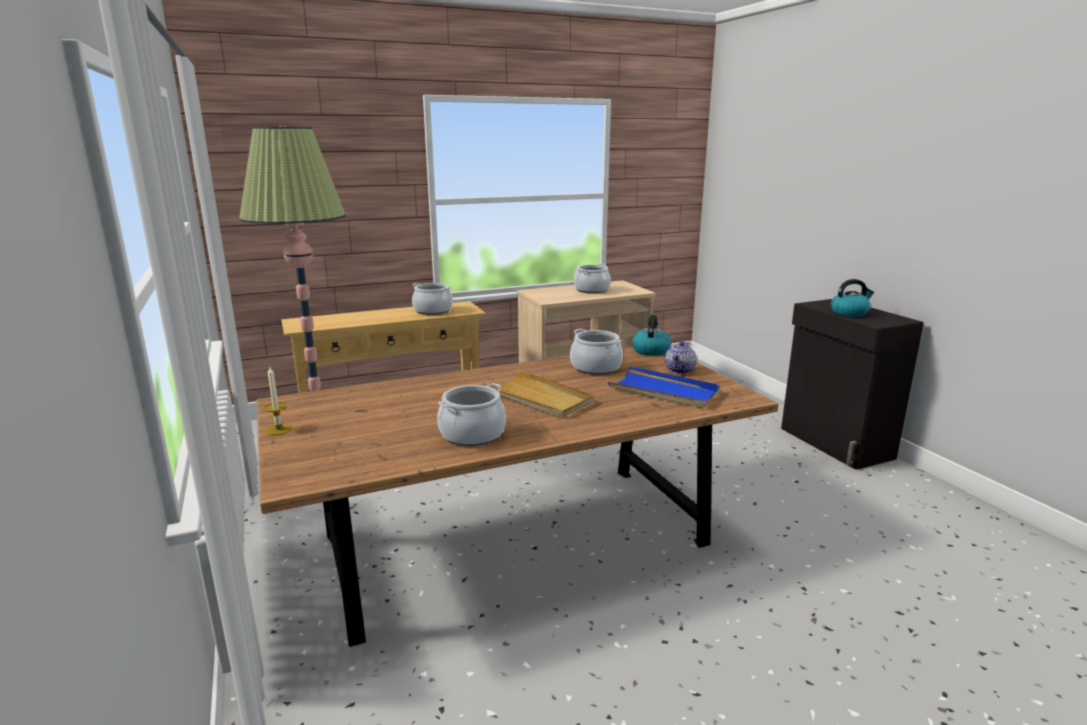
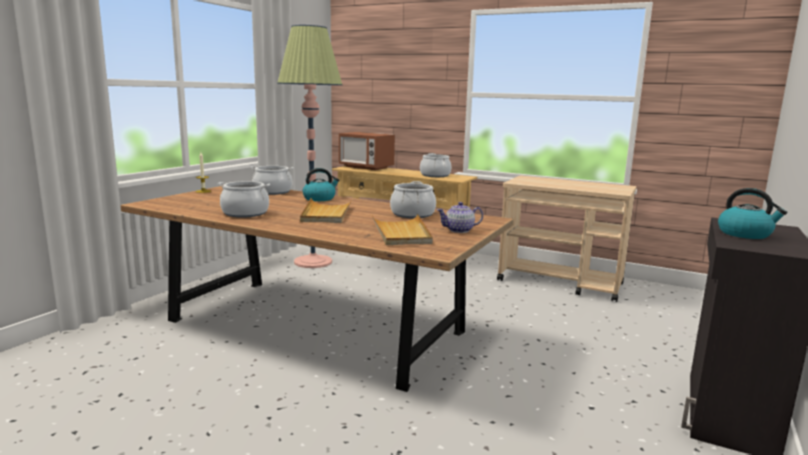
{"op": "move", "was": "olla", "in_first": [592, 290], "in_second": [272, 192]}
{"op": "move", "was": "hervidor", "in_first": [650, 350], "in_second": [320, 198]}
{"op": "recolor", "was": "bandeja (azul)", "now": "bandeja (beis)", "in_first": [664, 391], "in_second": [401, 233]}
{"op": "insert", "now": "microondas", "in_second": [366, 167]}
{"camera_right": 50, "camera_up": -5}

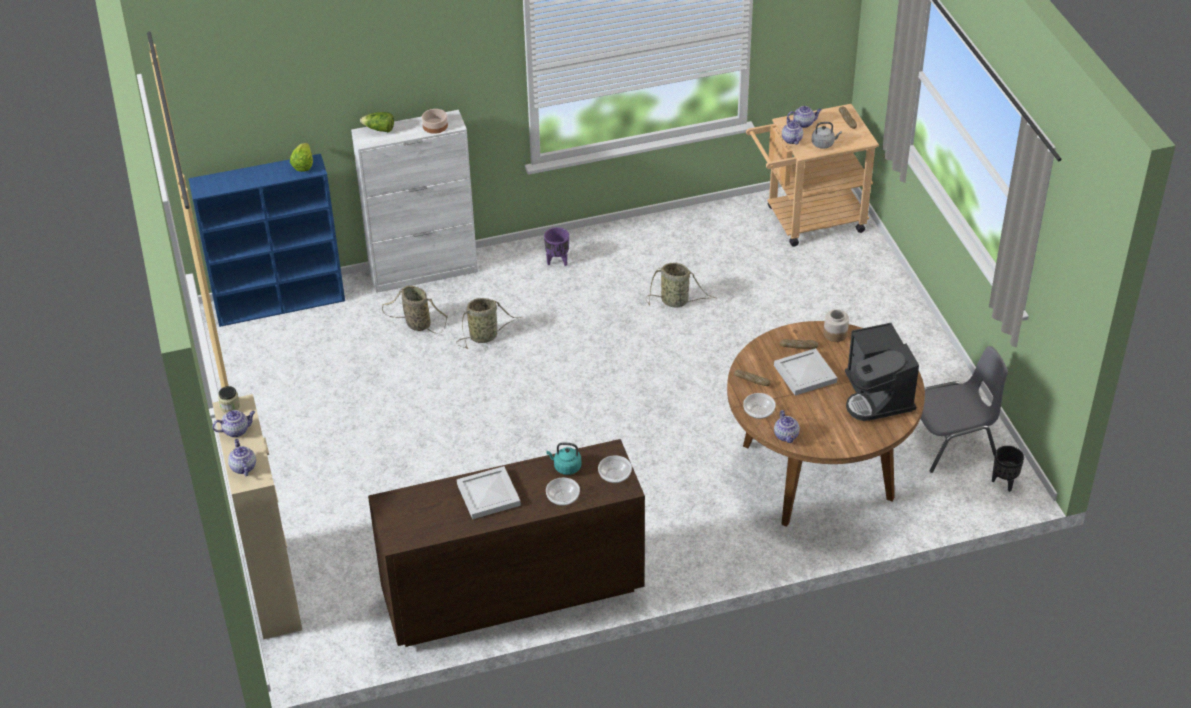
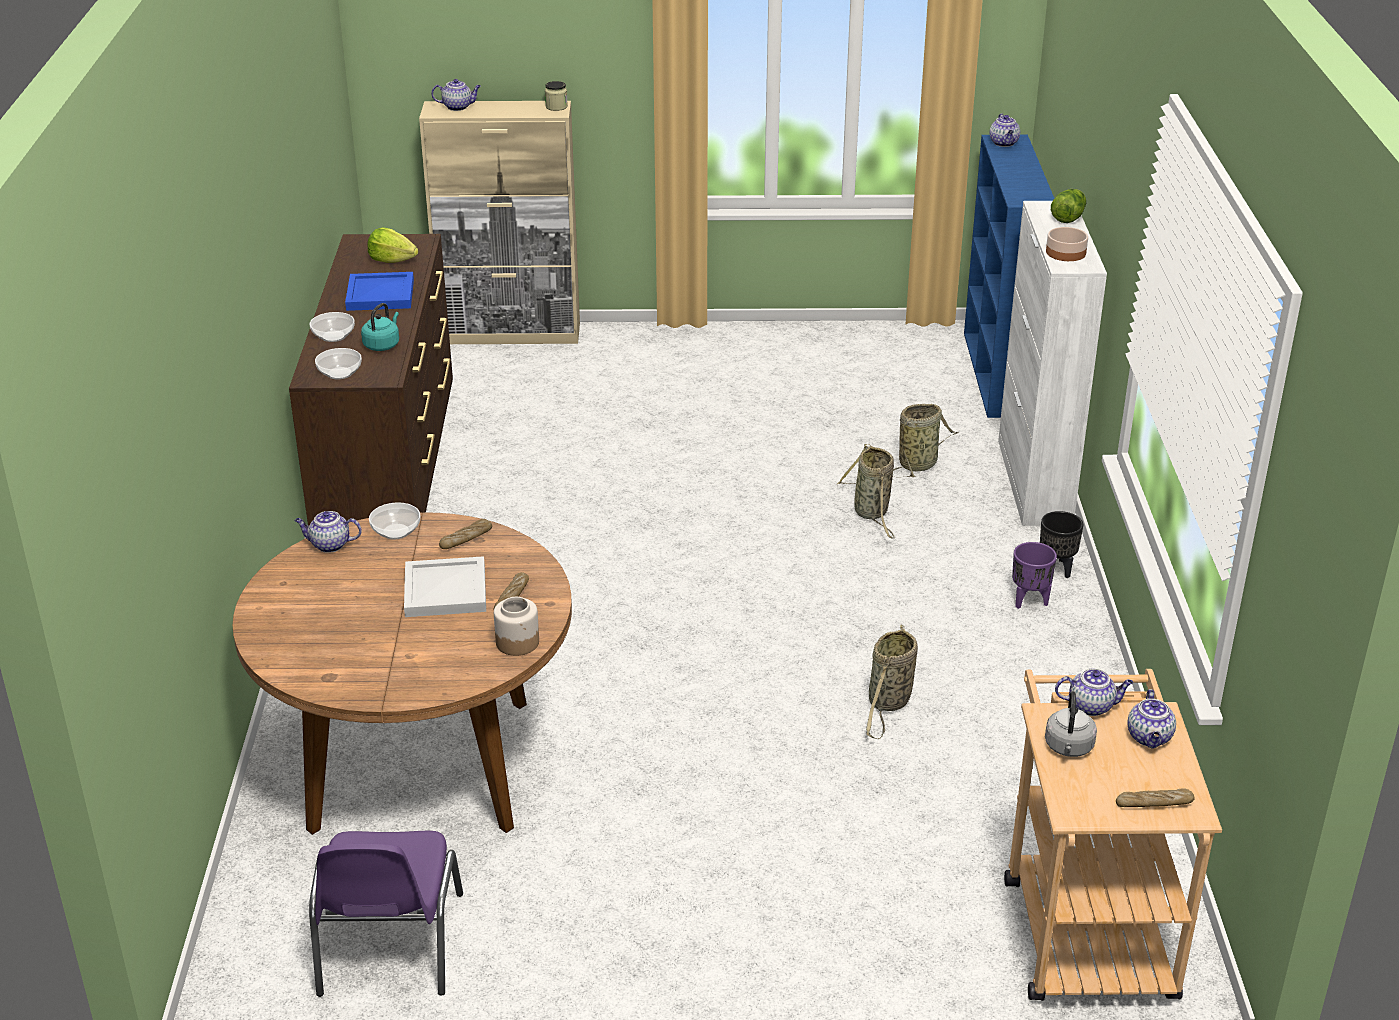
{"op": "move", "was": "lechuga", "in_first": [303, 165], "in_second": [392, 260]}
{"op": "delete", "was": "cafetera", "in_first": [877, 396]}
{"op": "recolor", "was": "silla (gris)", "now": "silla (morado)", "in_first": [951, 441], "in_second": [388, 946]}
{"op": "move", "was": "tetera", "in_first": [236, 430], "in_second": [1004, 143]}
{"op": "move", "was": "maceta (negro)", "in_first": [1004, 482], "in_second": [1056, 569]}
{"op": "recolor", "was": "bandeja (blanco)", "now": "bandeja (azul)", "in_first": [489, 495], "in_second": [379, 295]}
{"camera_right": 105, "camera_up": -10}

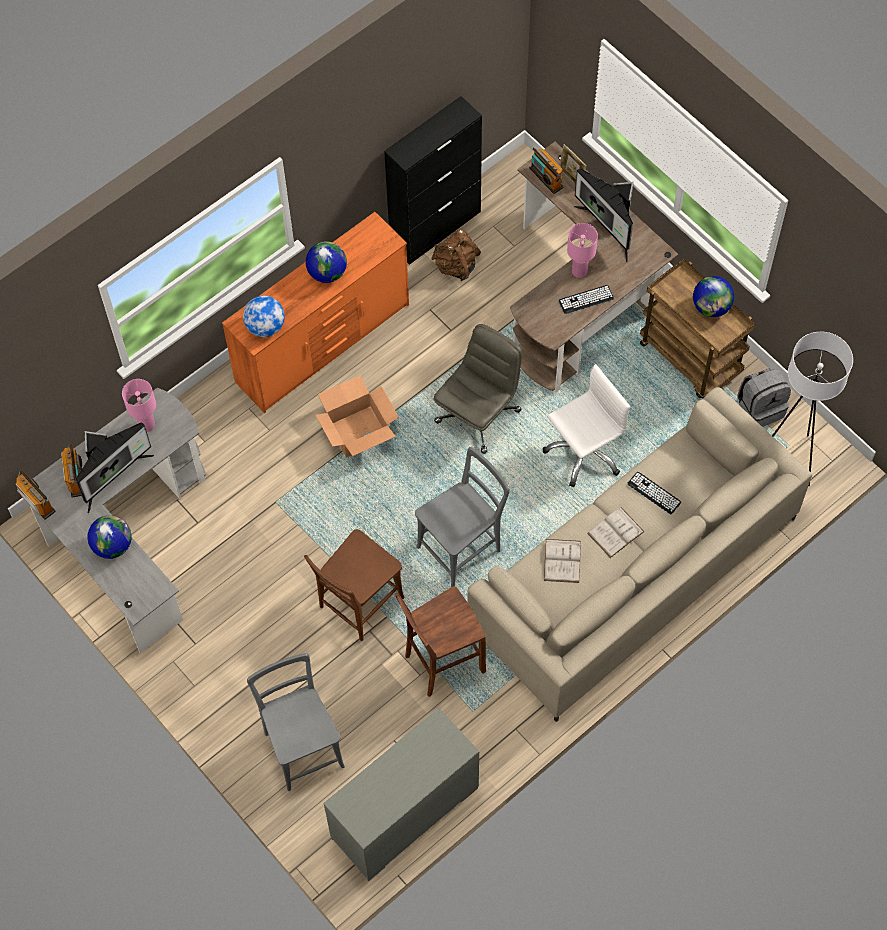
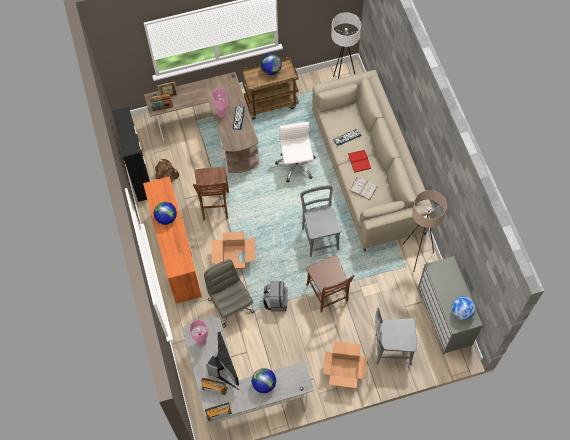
{"op": "delete", "was": "monitor", "in_first": [609, 228]}
{"op": "move", "was": "globo terráqueo", "in_first": [265, 327], "in_second": [461, 312]}
{"op": "move", "was": "silla de oficina (gris)", "in_first": [478, 415], "in_second": [230, 305]}
{"op": "move", "was": "mochila (gris)", "in_first": [760, 408], "in_second": [276, 301]}
{"op": "recolor", "was": "libro (blanco)", "now": "libro (rojo)", "in_first": [615, 532], "in_second": [359, 161]}
{"op": "move", "was": "taburete (marrón)", "in_first": [442, 663], "in_second": [215, 206]}
{"op": "insert", "now": "lámpara de pie (beis)", "in_second": [416, 255]}
{"op": "insert", "now": "caja de cartón", "in_second": [344, 370]}
{"camera_right": -65, "camera_up": 0}

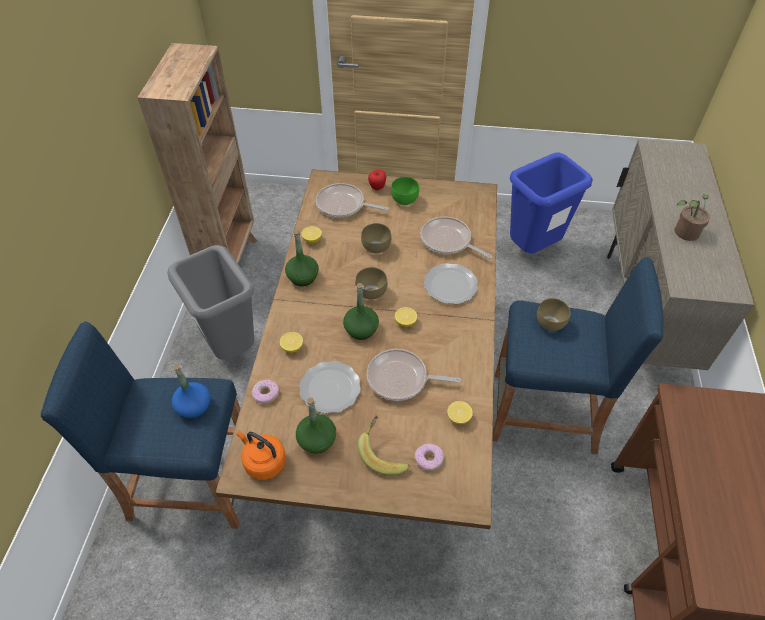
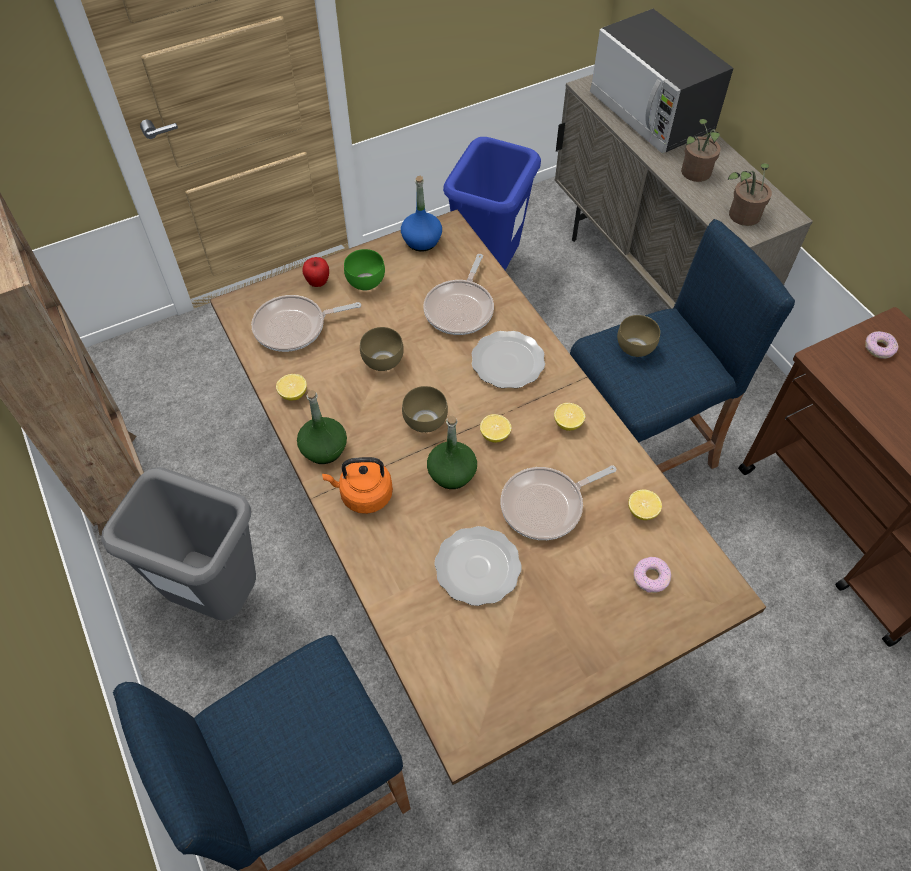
{"op": "rotate", "was": "sartén", "in_first": [448, 241], "in_second": [460, 308], "clockwise": -75}
{"op": "move", "was": "limón", "in_first": [292, 347], "in_second": [568, 423]}
{"op": "move", "was": "botella (azul)", "in_first": [194, 406], "in_second": [421, 241]}
{"op": "move", "was": "rosquilla", "in_first": [265, 394], "in_second": [879, 348]}
{"op": "delete", "was": "botella (verde)", "in_first": [317, 440]}
{"op": "delete", "was": "plátano", "in_first": [384, 452]}
{"op": "move", "was": "hervidor (naranja)", "in_first": [263, 462], "in_second": [363, 495]}
{"op": "insert", "now": "microondas", "in_second": [651, 113]}
{"op": "insert", "now": "planta en maceta", "in_second": [741, 217]}
{"camera_right": -35, "camera_up": 5}

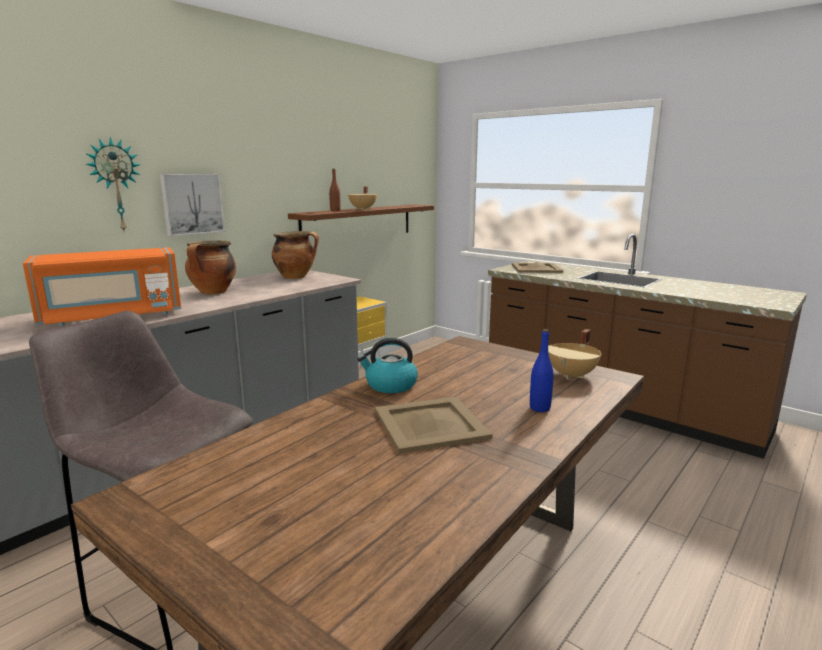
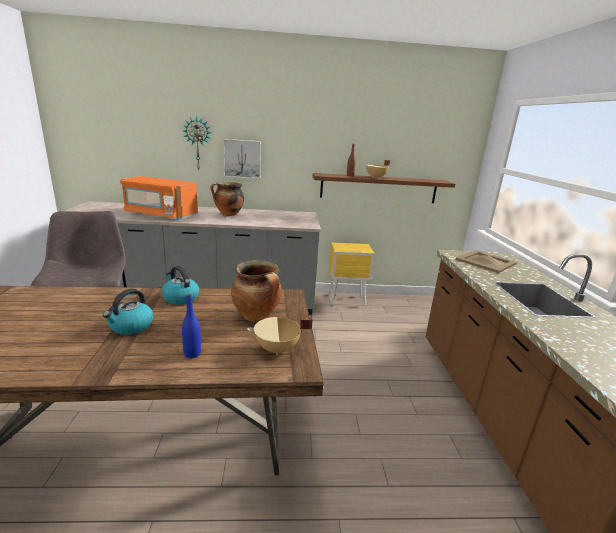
{"op": "move", "was": "olla", "in_first": [296, 277], "in_second": [257, 316]}
{"op": "replace", "was": "bandeja (beis)", "now": "hervidor", "in_first": [431, 423], "in_second": [131, 326]}
{"camera_right": 45, "camera_up": 5}

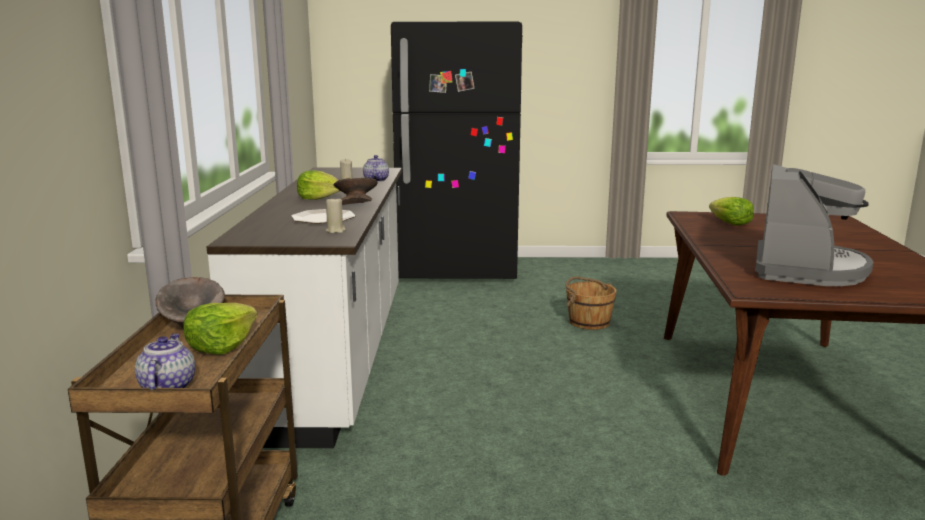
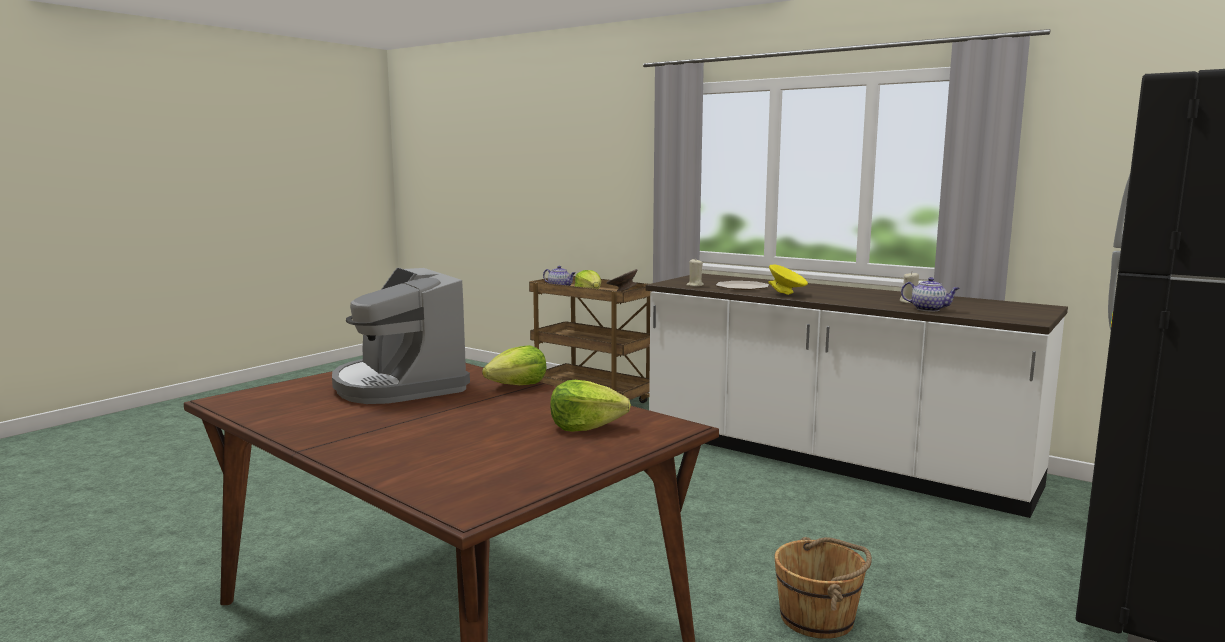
{"op": "move", "was": "lechuga", "in_first": [319, 198], "in_second": [517, 386]}
{"op": "recolor", "was": "cuenco (gris)", "now": "cuenco (amarillo)", "in_first": [356, 204], "in_second": [787, 294]}
{"camera_right": 125, "camera_up": -5}

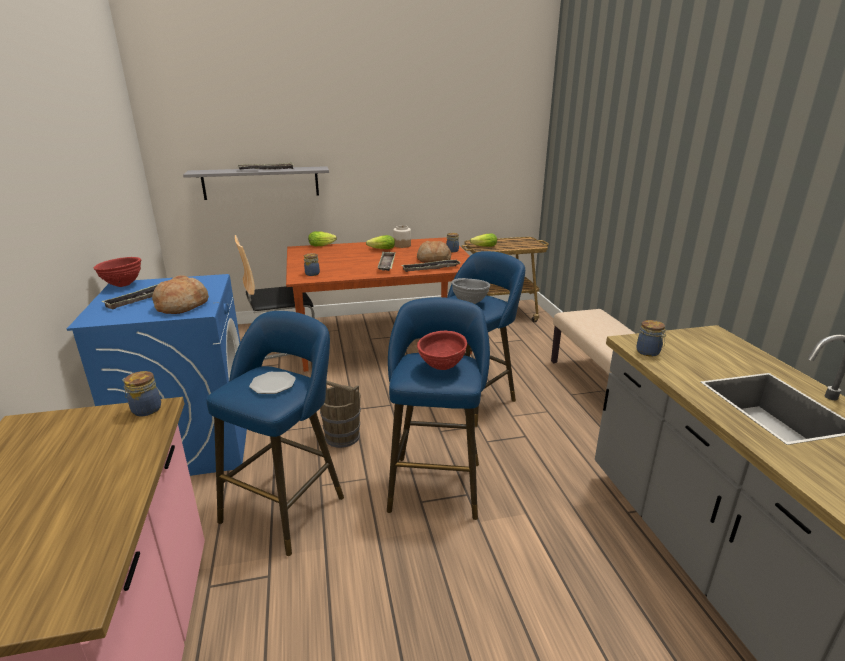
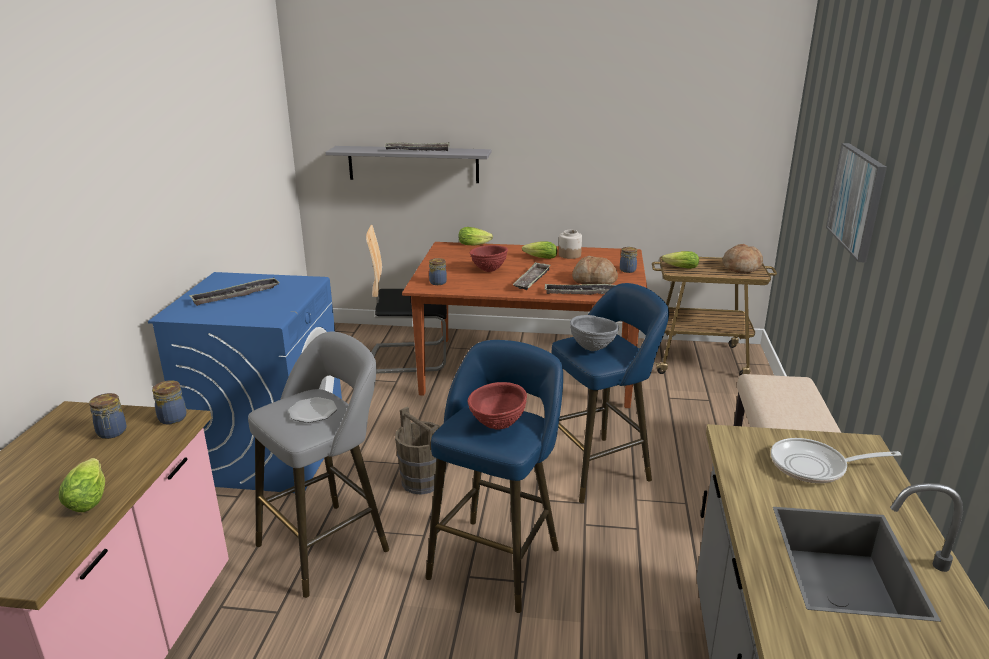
{"op": "move", "was": "cuenco (rojo)", "in_first": [123, 285], "in_second": [488, 270]}
{"op": "move", "was": "pan", "in_first": [182, 305], "in_second": [741, 267]}
{"op": "recolor", "was": "taburete (azul)", "now": "taburete (gris)", "in_first": [287, 505], "in_second": [329, 544]}
{"op": "move", "was": "tarro", "in_first": [649, 352], "in_second": [112, 433]}
{"op": "insert", "now": "cuadro", "in_second": [857, 200]}
{"op": "insert", "now": "sartén", "in_second": [814, 466]}
{"op": "insert", "now": "lechuga", "in_second": [89, 496]}
{"camera_right": 20, "camera_up": 0}

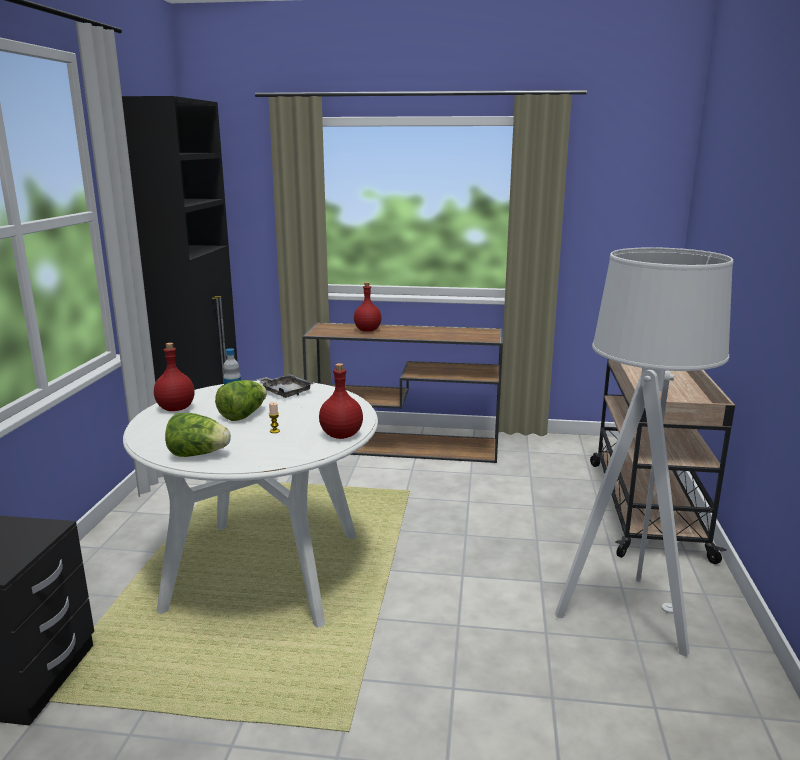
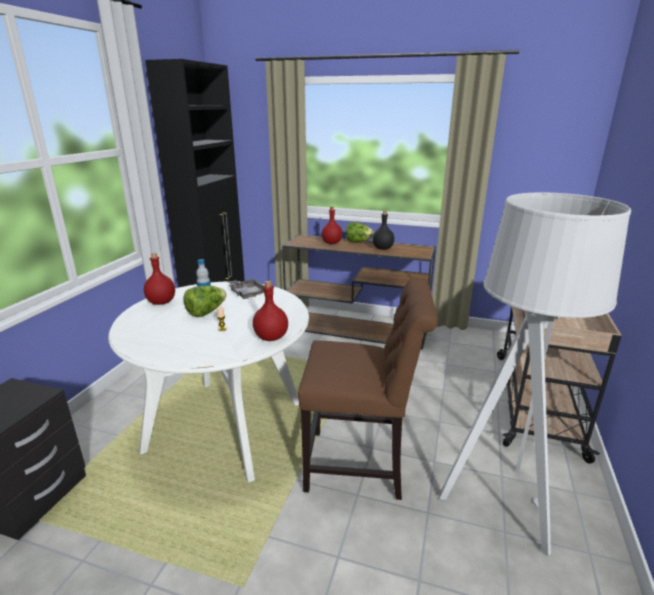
{"op": "move", "was": "lechuga", "in_first": [198, 454], "in_second": [358, 242]}
{"op": "insert", "now": "botella (negro)", "in_second": [383, 248]}
{"op": "insert", "now": "silla (marrón)", "in_second": [361, 465]}
{"camera_right": 10, "camera_up": 5}

